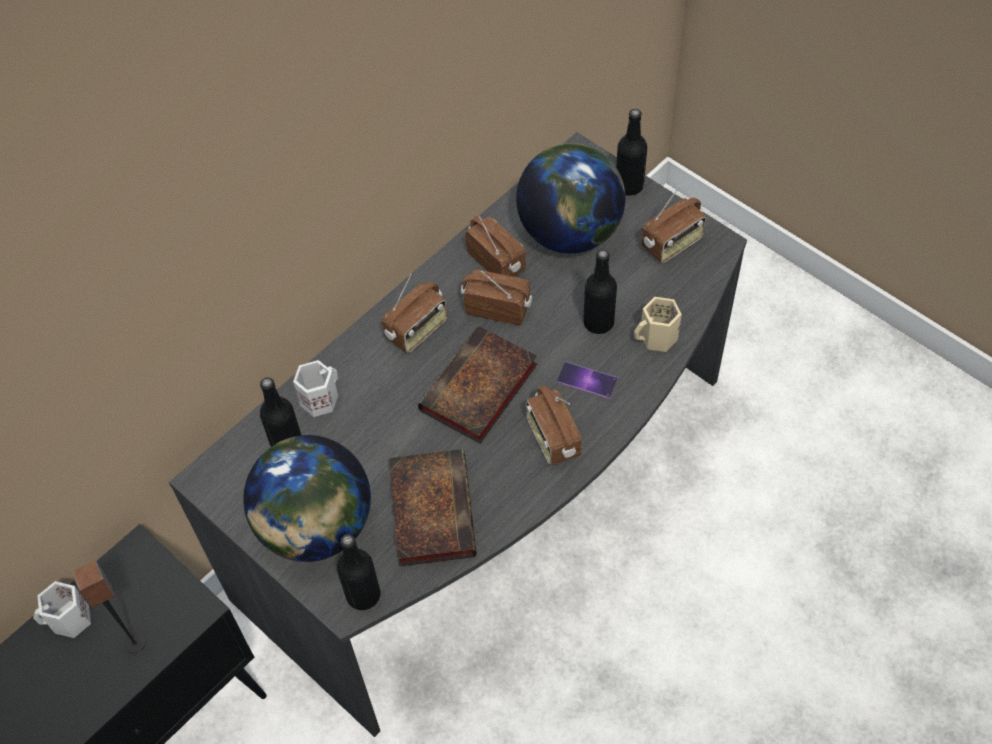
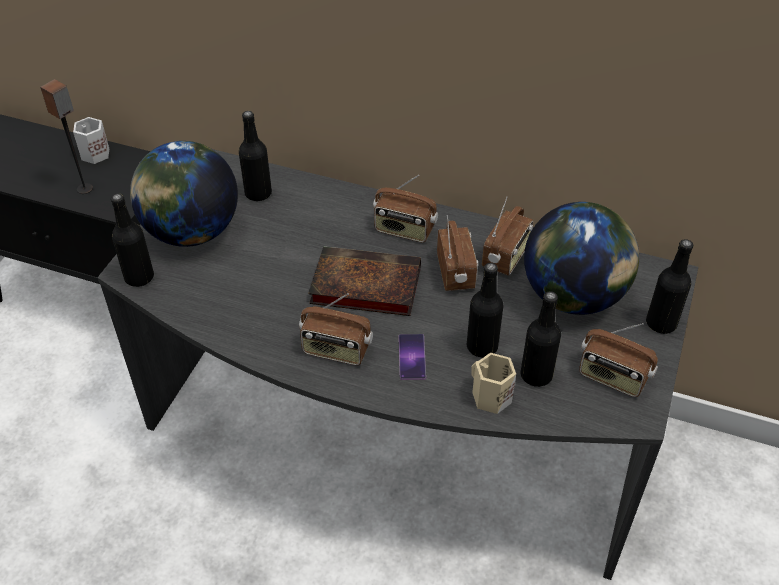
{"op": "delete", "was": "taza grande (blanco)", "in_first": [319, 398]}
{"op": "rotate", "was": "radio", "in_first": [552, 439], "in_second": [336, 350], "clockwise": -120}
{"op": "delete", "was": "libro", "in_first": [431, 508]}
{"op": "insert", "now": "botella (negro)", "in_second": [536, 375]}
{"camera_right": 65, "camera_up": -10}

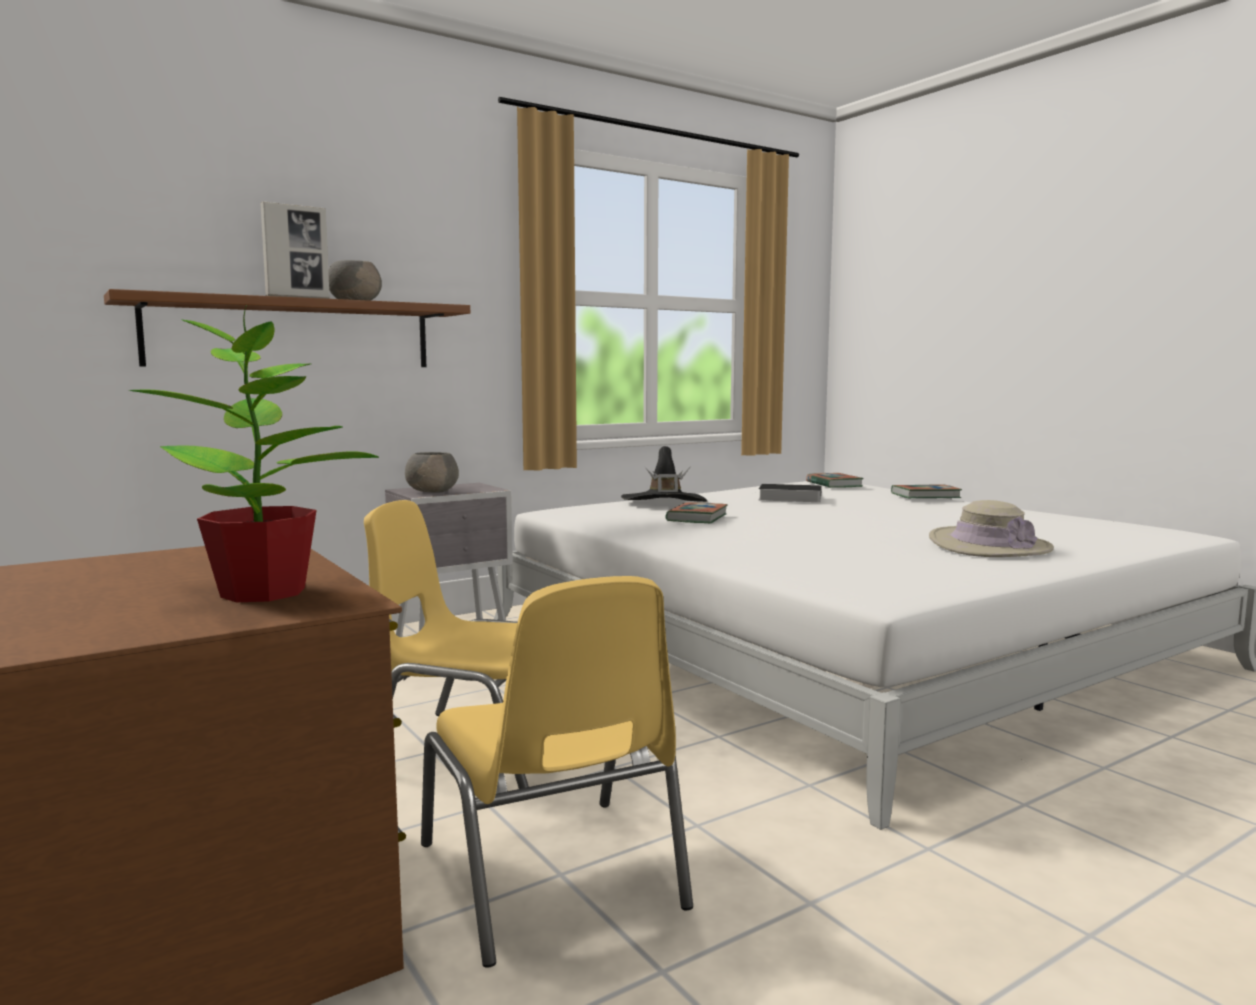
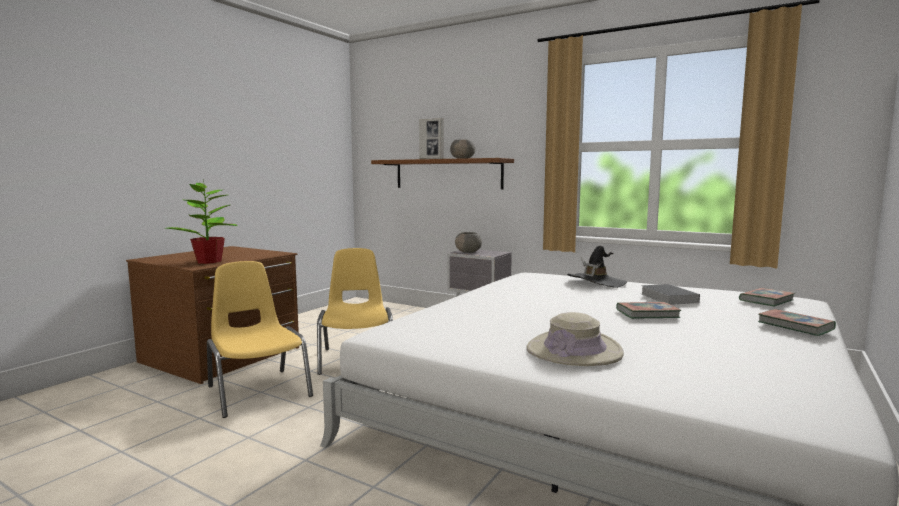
{"op": "move", "was": "libro", "in_first": [697, 518], "in_second": [647, 314]}
{"op": "rotate", "was": "silla (amarillo)", "in_first": [552, 877], "in_second": [258, 391], "clockwise": 105}
{"camera_right": 65, "camera_up": 0}

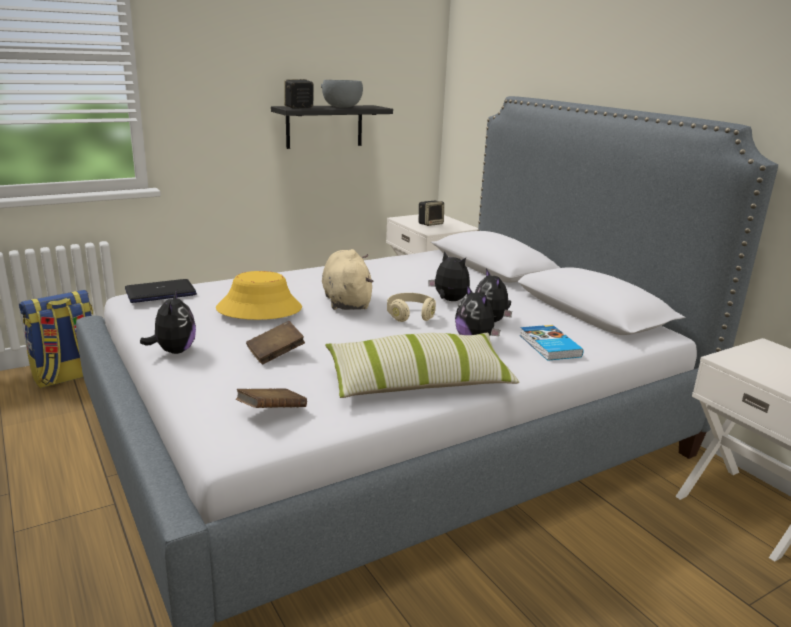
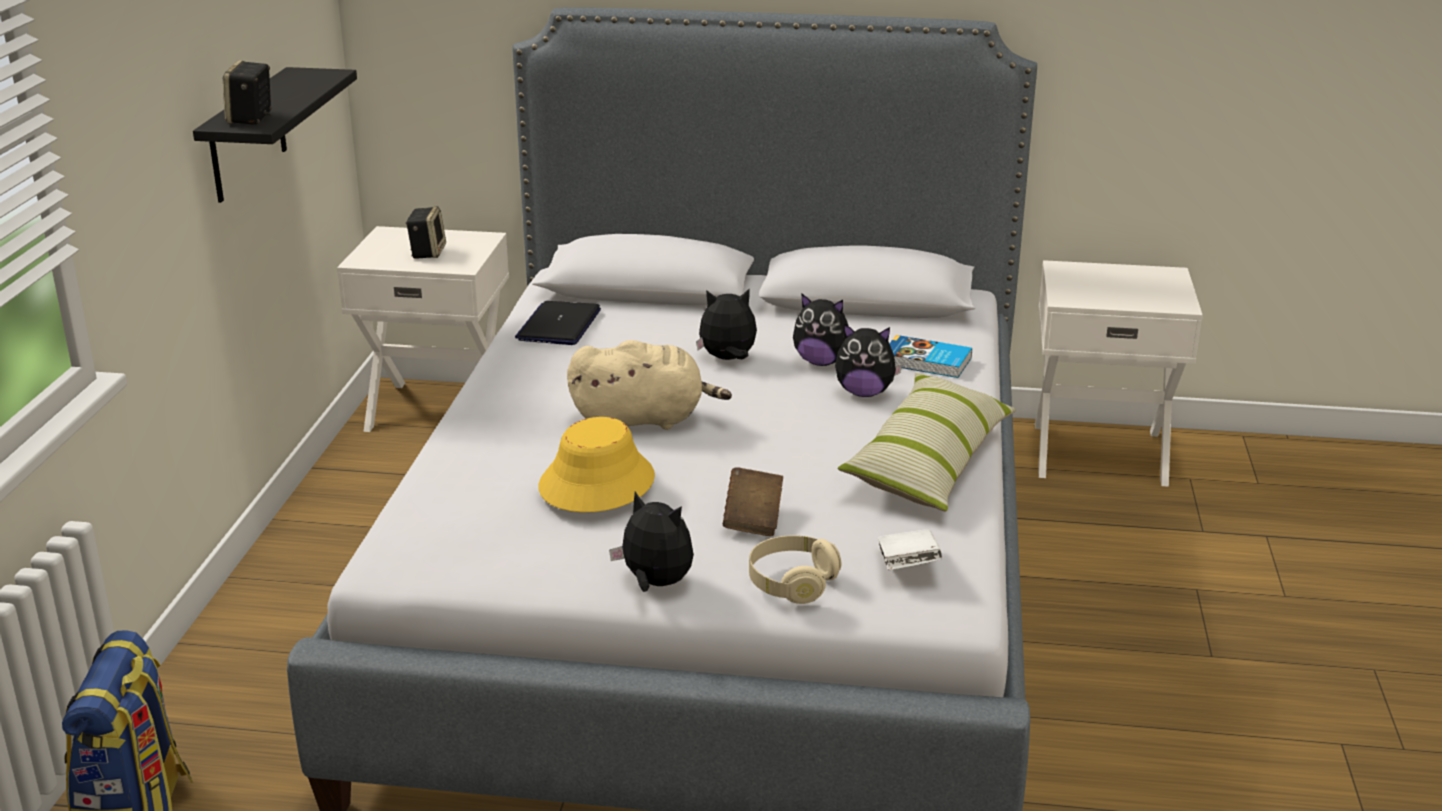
{"op": "delete", "was": "cuenco (gris)", "in_first": [342, 107]}
{"op": "rotate", "was": "peluche (beis)", "in_first": [346, 301], "in_second": [643, 420], "clockwise": 150}
{"op": "move", "was": "portátil", "in_first": [161, 292], "in_second": [559, 325]}
{"op": "move", "was": "auriculares (beis)", "in_first": [410, 315], "in_second": [792, 583]}
{"op": "recolor", "was": "libro (marrón)", "now": "libro (blanco)", "in_first": [271, 412], "in_second": [908, 567]}
{"camera_right": -50, "camera_up": 5}

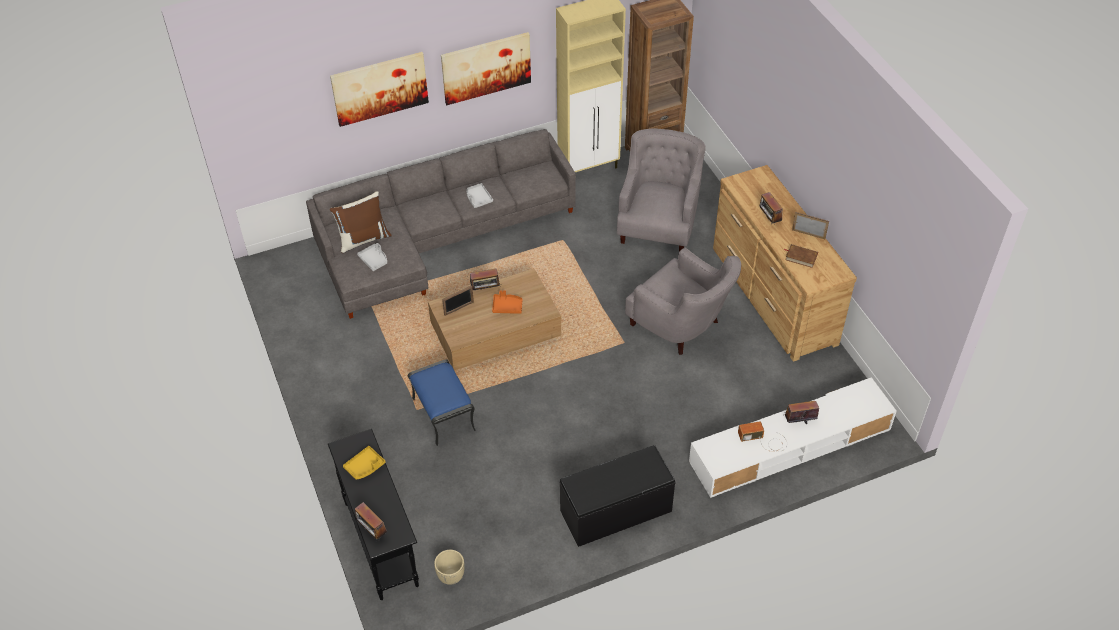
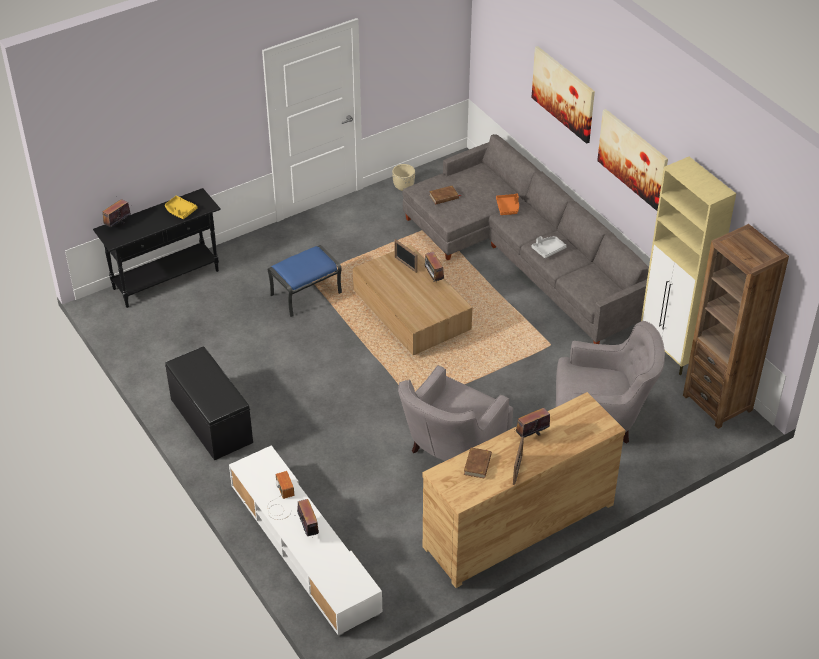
{"op": "delete", "was": "cojín (marrón)", "in_first": [363, 239]}
{"op": "replace", "was": "bandeja (gris)", "now": "libro (marrón)", "in_first": [374, 260], "in_second": [444, 197]}
{"op": "move", "was": "bandeja (naranja)", "in_first": [507, 307], "in_second": [508, 207]}
{"op": "move", "was": "maceta (beis)", "in_first": [451, 576], "in_second": [403, 187]}
{"camera_right": 80, "camera_up": -5}

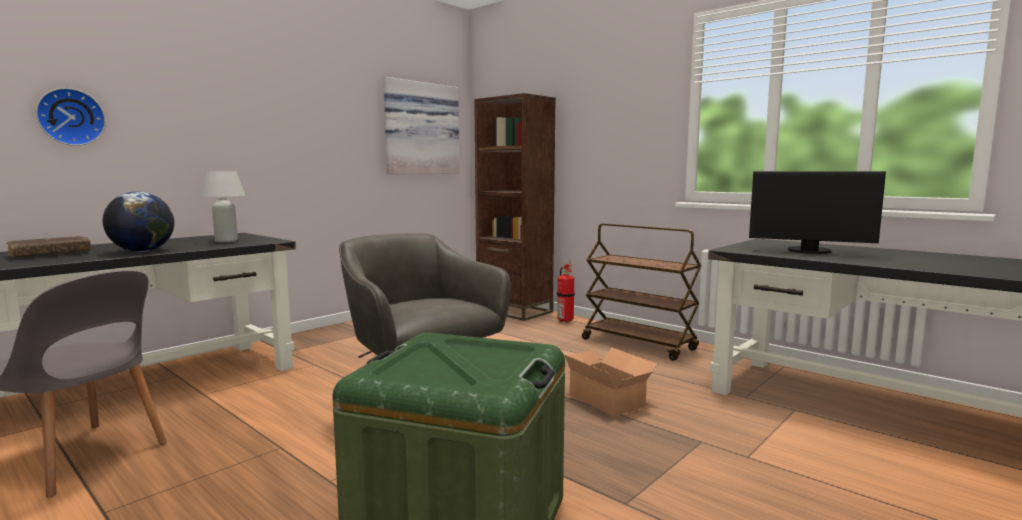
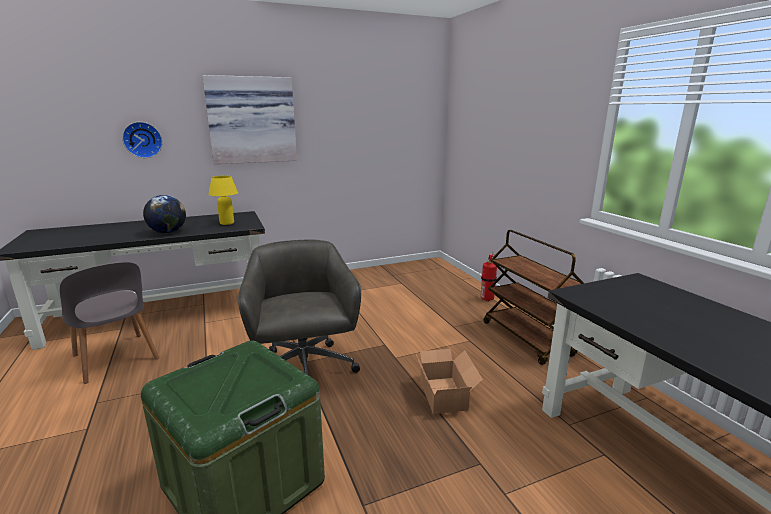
{"op": "move", "was": "cuadro", "in_first": [420, 129], "in_second": [252, 120]}
{"op": "delete", "was": "estantería (marrón)", "in_first": [514, 311]}
{"op": "recolor", "was": "lámpara de mesa (blanco)", "now": "lámpara de mesa (amarillo)", "in_first": [226, 241], "in_second": [227, 223]}
{"op": "delete", "was": "monitor", "in_first": [809, 251]}
{"op": "delete", "was": "libro (marrón)", "in_first": [50, 254]}
{"camera_right": 25, "camera_up": 10}

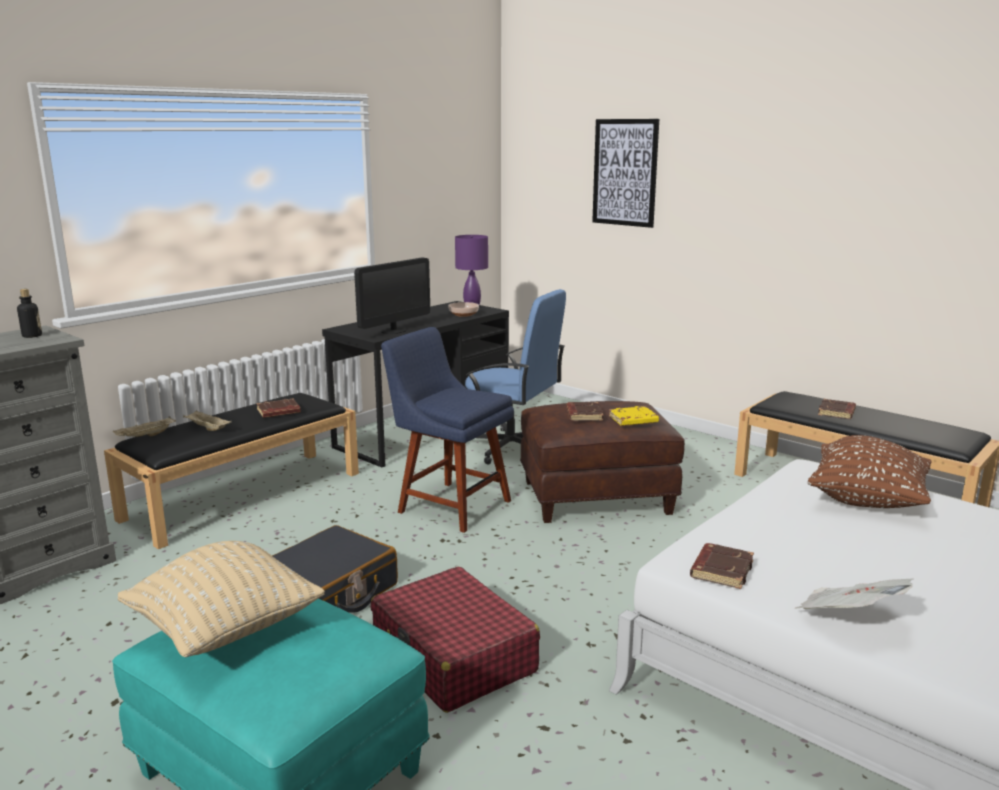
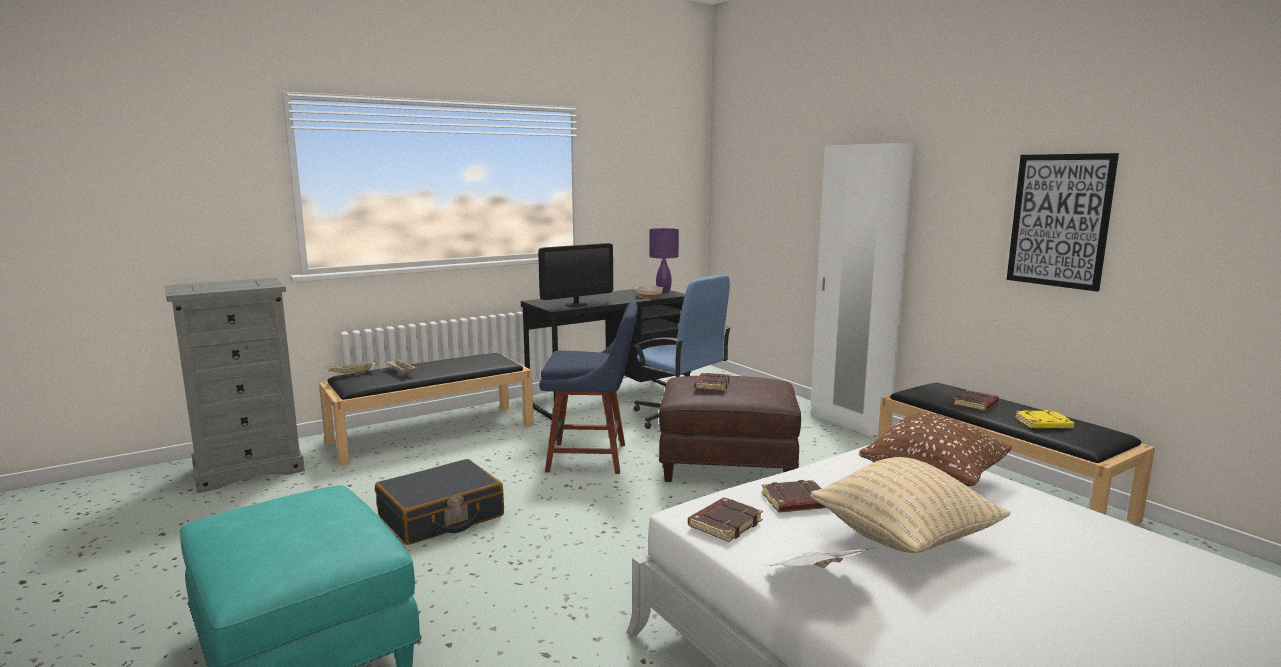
{"op": "move", "was": "cuadro", "in_first": [625, 172], "in_second": [1059, 220]}
{"op": "delete", "was": "botella", "in_first": [32, 336]}
{"op": "rotate", "was": "silla (azul)", "in_first": [450, 505], "in_second": [592, 458], "clockwise": 135}
{"op": "move", "was": "libro (marrón)", "in_first": [278, 412], "in_second": [795, 502]}
{"op": "move", "was": "libro (amarillo)", "in_first": [633, 420], "in_second": [1043, 424]}
{"op": "move", "was": "cojín (beis)", "in_first": [225, 631], "in_second": [904, 539]}
{"op": "delete", "was": "maleta (rojo)", "in_first": [453, 656]}
{"op": "insert", "now": "armario ropero (blanco)", "in_second": [849, 422]}
{"camera_right": 15, "camera_up": -5}

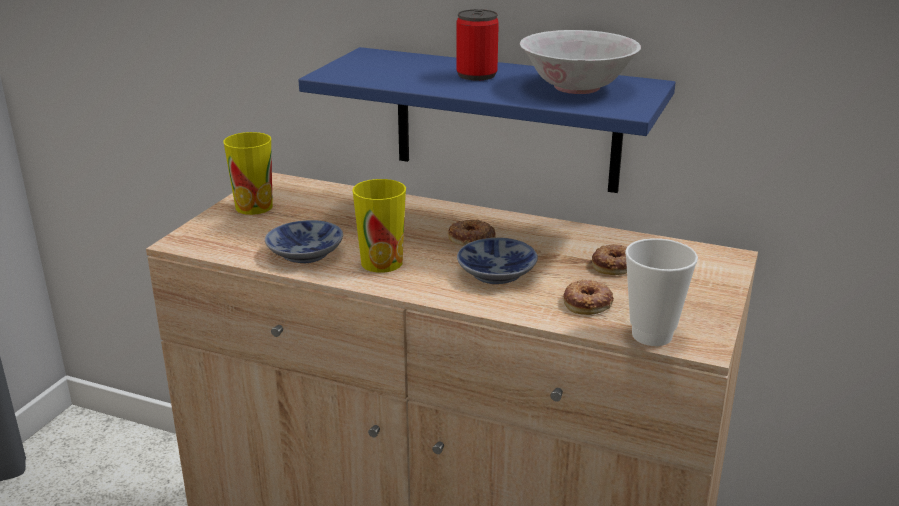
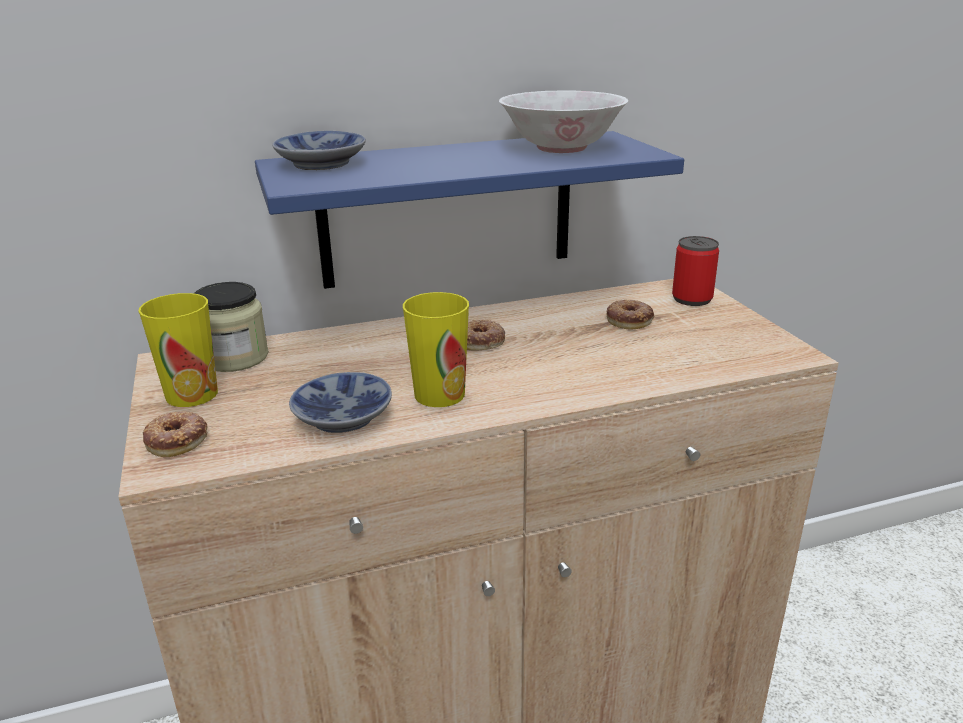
{"op": "move", "was": "lata", "in_first": [476, 75], "in_second": [692, 299]}
{"op": "move", "was": "cuenco", "in_first": [496, 272], "in_second": [320, 163]}
{"op": "delete", "was": "taza", "in_first": [652, 335]}
{"op": "move", "was": "rosquilla", "in_first": [588, 302], "in_second": [177, 439]}
{"op": "insert", "now": "tarro", "in_second": [235, 358]}
{"camera_right": -40, "camera_up": 0}

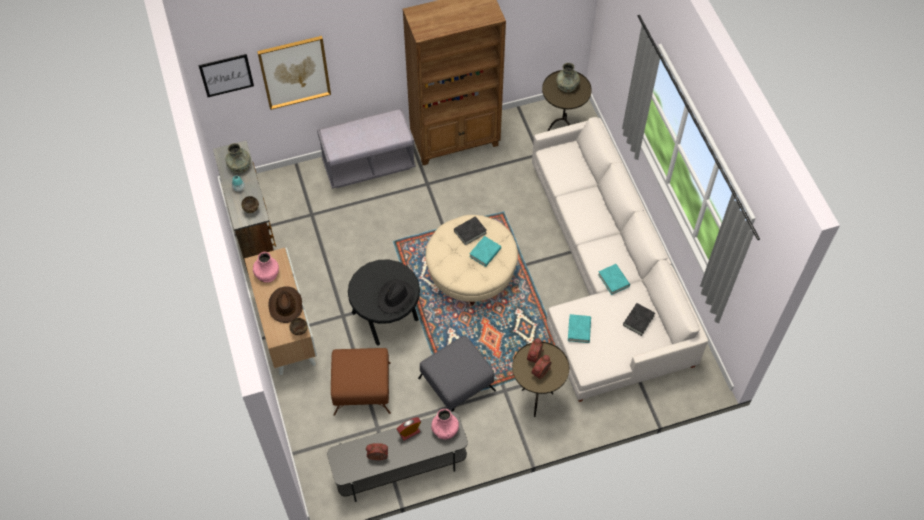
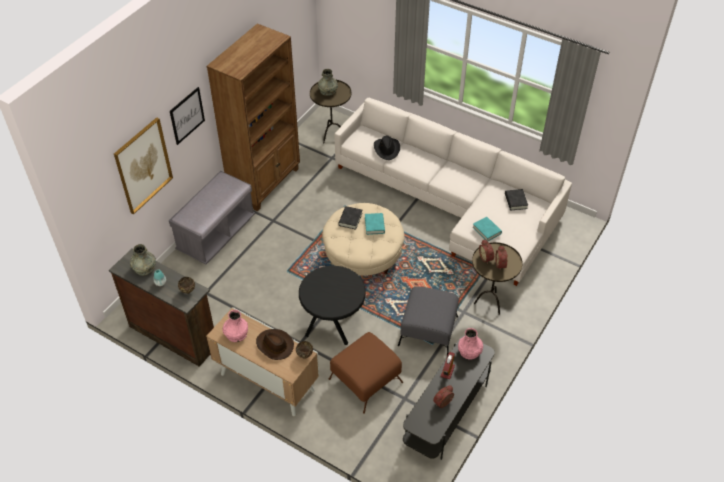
{"op": "move", "was": "cuadro", "in_first": [226, 75], "in_second": [187, 115]}
{"op": "delete", "was": "libro (turquesa)", "in_first": [613, 280]}
{"op": "move", "was": "sombrero (negro)", "in_first": [395, 297], "in_second": [387, 149]}
{"camera_right": -40, "camera_up": -10}

